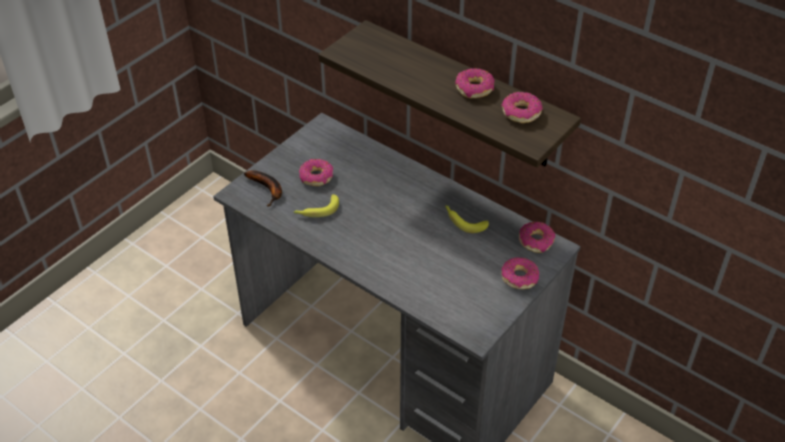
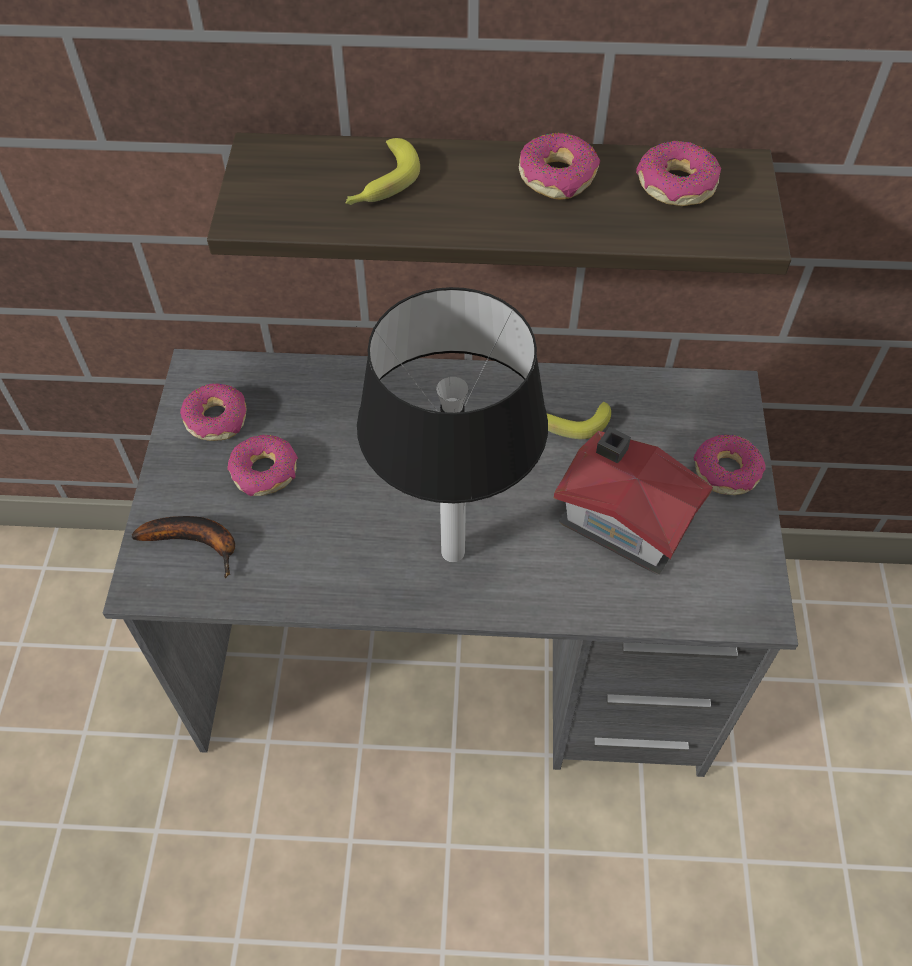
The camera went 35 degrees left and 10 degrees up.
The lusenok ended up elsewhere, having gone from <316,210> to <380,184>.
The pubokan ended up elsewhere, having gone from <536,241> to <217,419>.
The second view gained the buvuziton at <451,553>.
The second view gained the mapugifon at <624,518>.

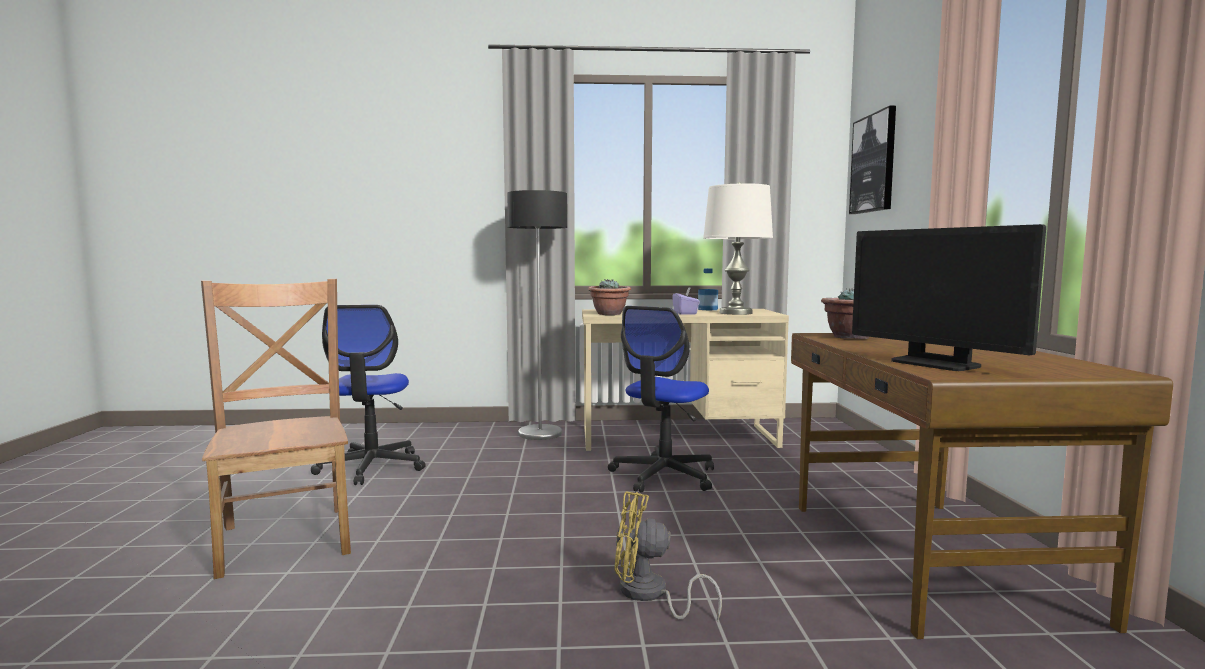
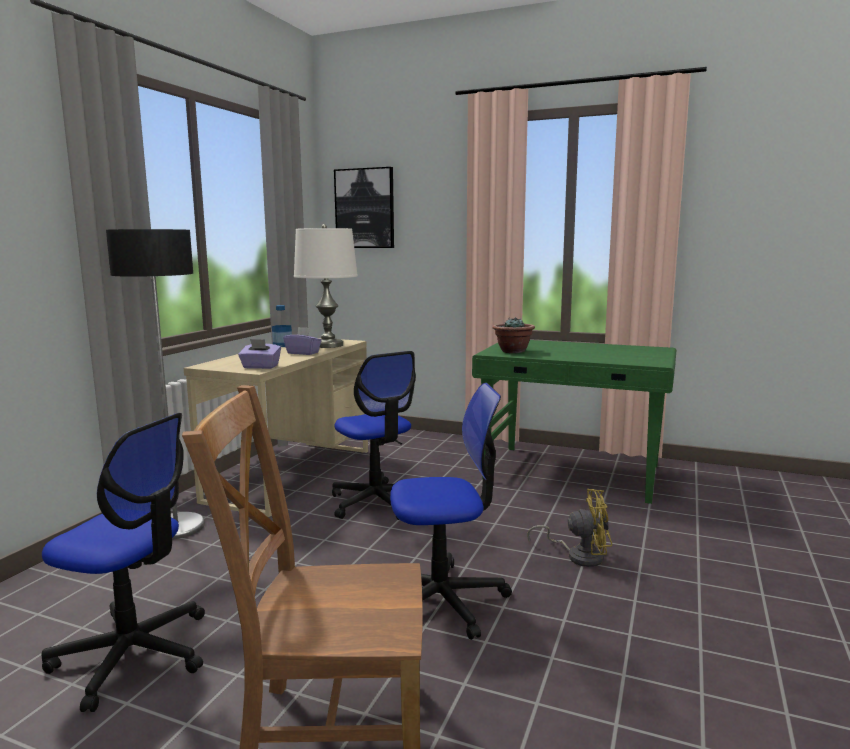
The camera went 65 degrees left and 5 degrees up.
Where the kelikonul stood at <609,314>, the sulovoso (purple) came to stand at <260,367>.
The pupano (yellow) at <649,595> ended up facing another way, 120 degrees counterclockwise from before.
What was the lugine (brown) at <928,559> turned into the lugine (green) at <573,473>.
The second view lost the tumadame at <935,364>.
The second view gained the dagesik at <443,600>.

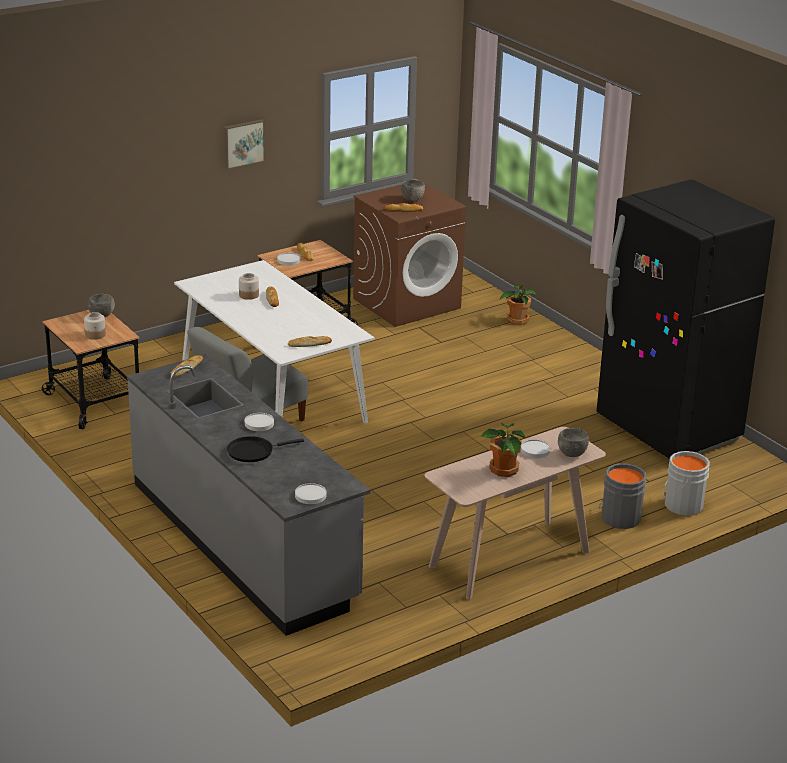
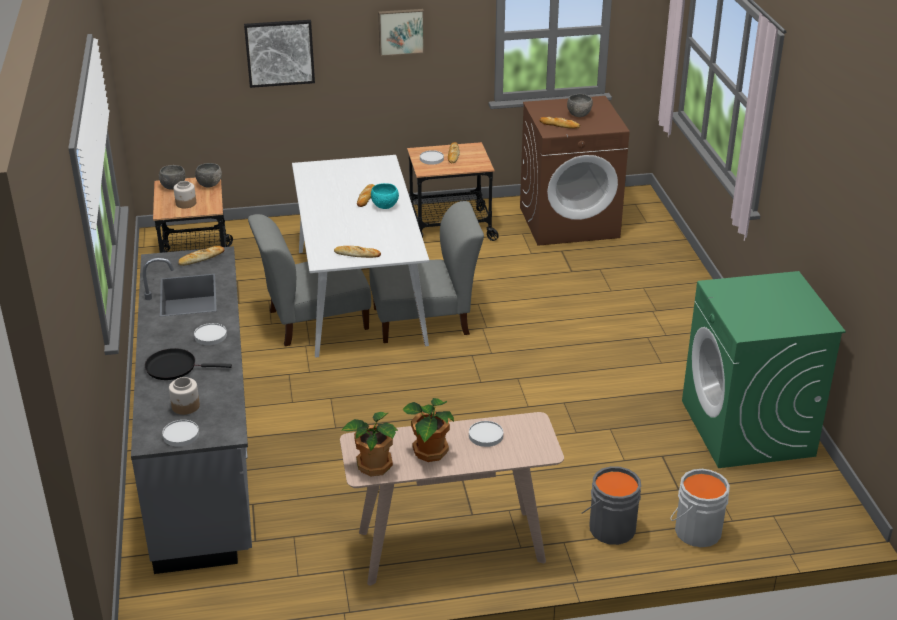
The camera went 25 degrees right and 5 degrees up.
The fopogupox ended up elsewhere, having gone from <249,295> to <185,406>.
The kelikonul ended up elsewhere, having gone from <517,320> to <373,465>.
The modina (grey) ended up elsewhere, having gone from <571,454> to <173,187>.
Where the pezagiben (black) stood at <668,429>, the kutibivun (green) came to stand at <748,429>.
The second view gained the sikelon at <279,53>.
The second view gained the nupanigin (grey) at <426,321>.
The second view gained the modina (turquoise) at <385,206>.

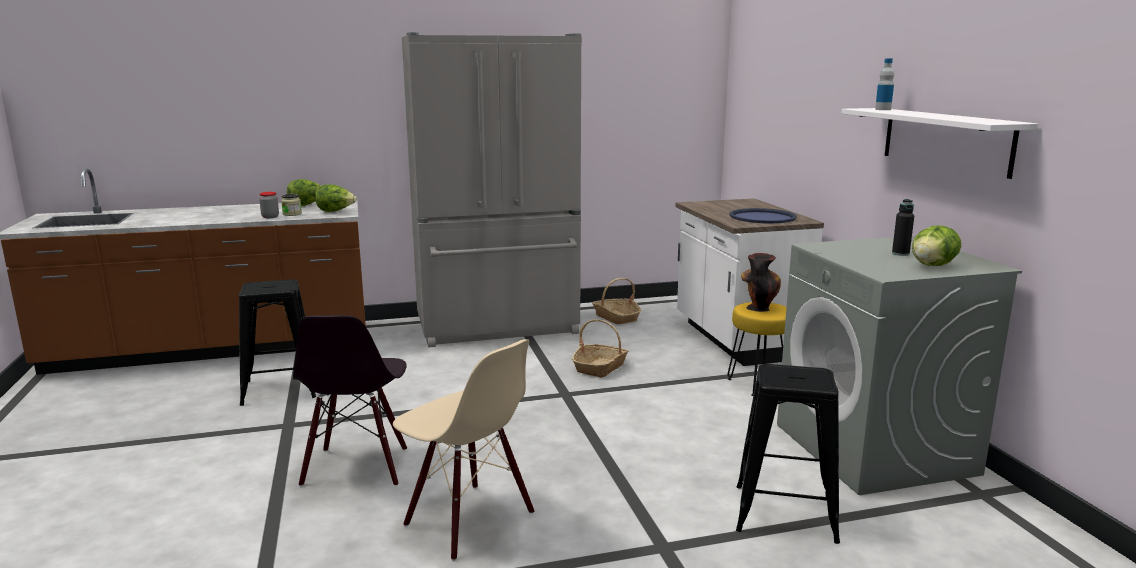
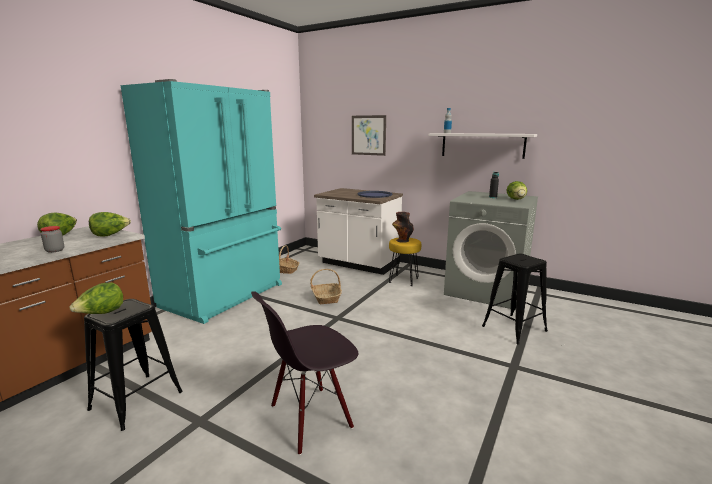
The camera went 45 degrees left and 0 degrees up.
The second view lost the fopogupox at <292,214>.
The nupanigin (black) at <357,467> ended up facing another way, 105 degrees clockwise from before.
The second view lost the nupanigin (beige) at <468,520>.
What was the pezagiben (grey) at <498,326> turned into the pezagiben (turquoise) at <225,296>.
The second view gained the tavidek at <101,314>.
The second view gained the sikelon at <368,135>.

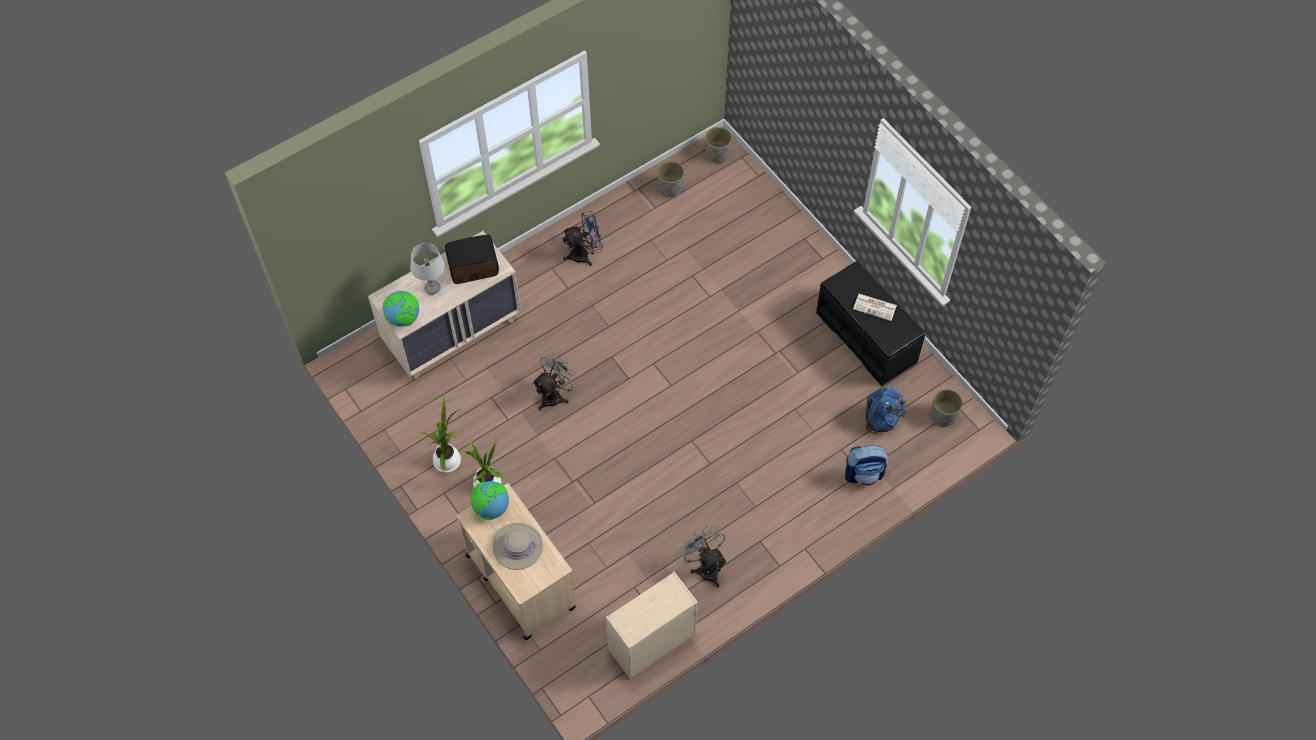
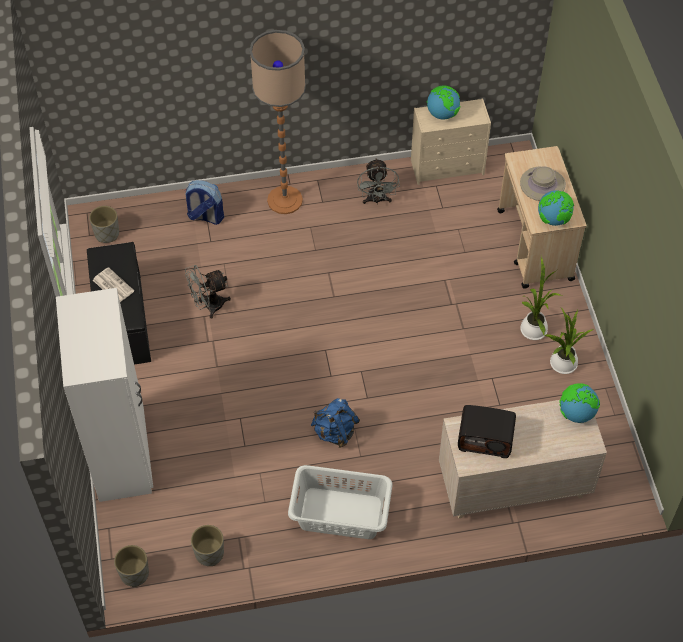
The camera went 155 degrees left and 5 degrees down.
The second view lost the buvuziton (grey) at <432,288>.
The pupano (grey) ended up elsewhere, having gone from <555,395> to <208,306>.
Where the pupano (blue) stood at <584,254>, the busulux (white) came to stand at <340,514>.
The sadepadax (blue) ended up elsewhere, having gone from <882,419> to <335,432>.
The second view gained the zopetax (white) at <122,454>.
The second view gained the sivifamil at <285,200>.
The second view gained the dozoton at <442,114>.

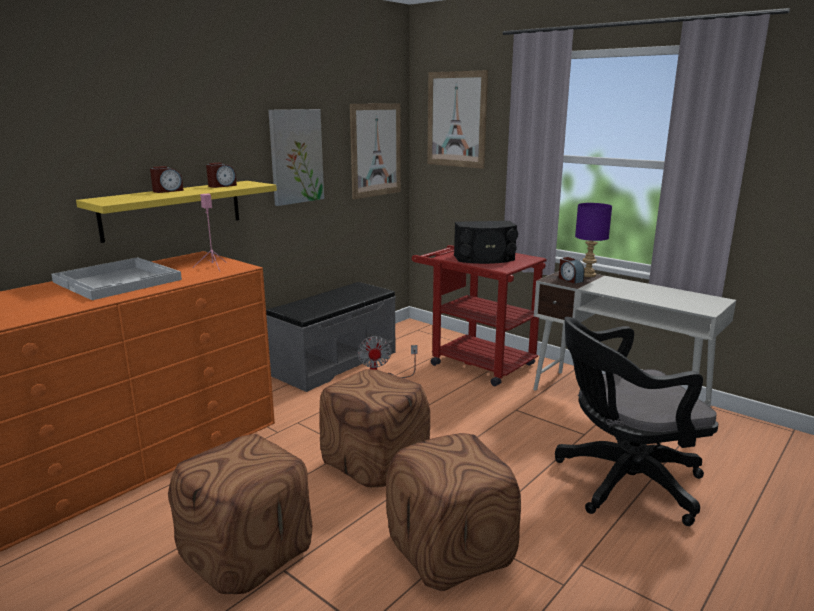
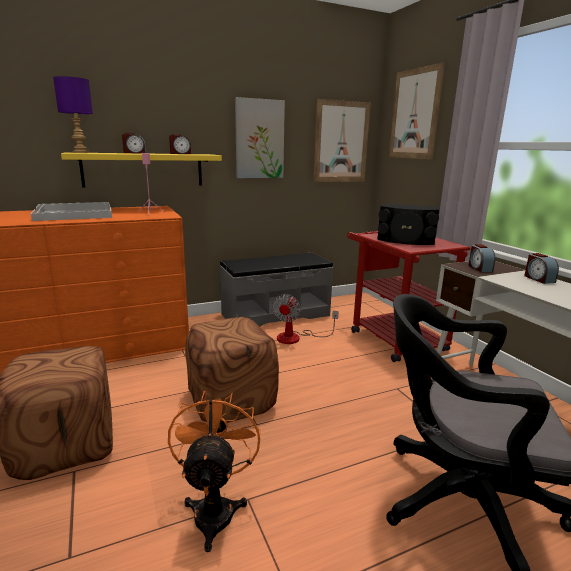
The camera went 25 degrees right and 0 degrees up.
Where the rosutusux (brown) stood at <450,550>, the pupano (orange) came to stand at <215,508>.
The buvuziton (purple) ended up elsewhere, having gone from <588,275> to <80,152>.
The second view gained the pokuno at <538,279>.

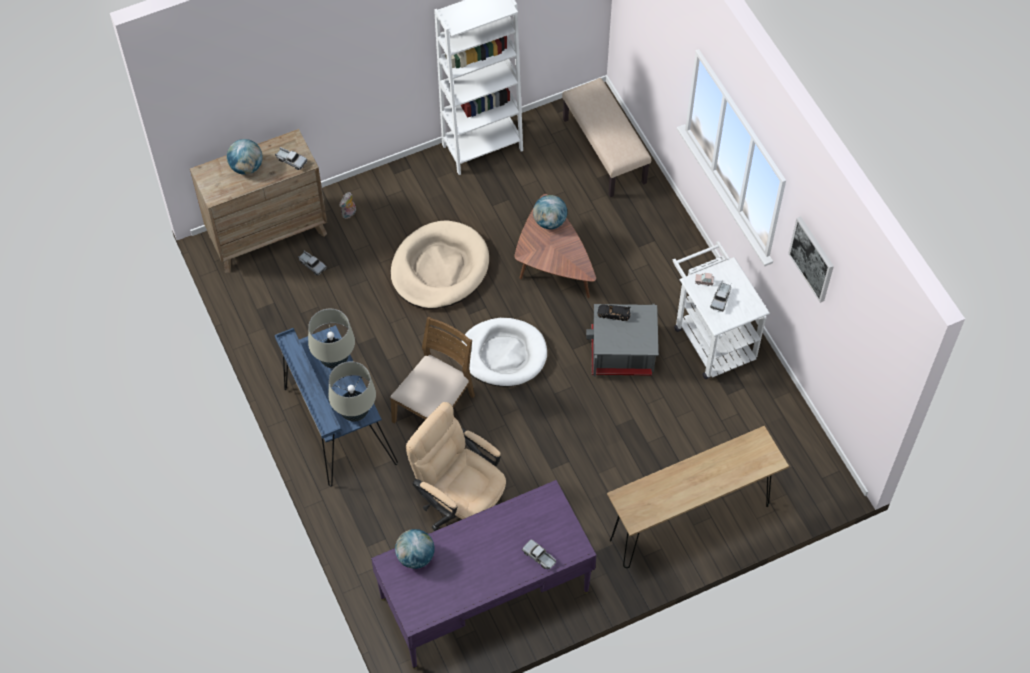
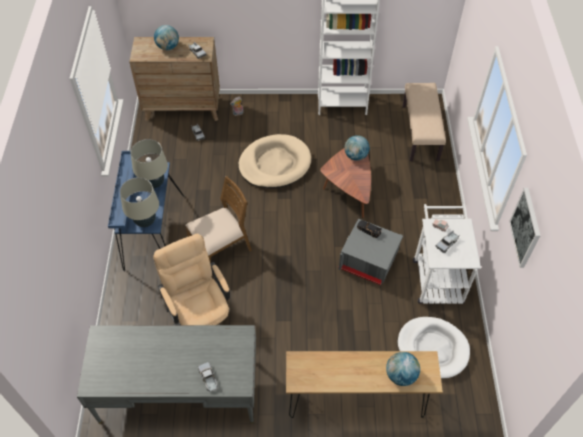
The camera went 25 degrees right and 5 degrees down.
What was the lugine (purple) at <485,595> turned into the lugine (grey) at <179,391>.
The dozoton ended up elsewhere, having gone from <415,556> to <400,375>.
The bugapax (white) ended up elsewhere, having gone from <503,354> to <432,348>.

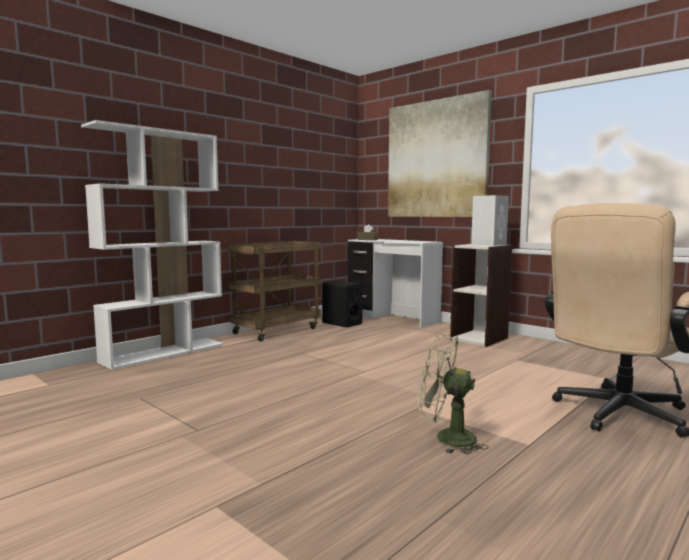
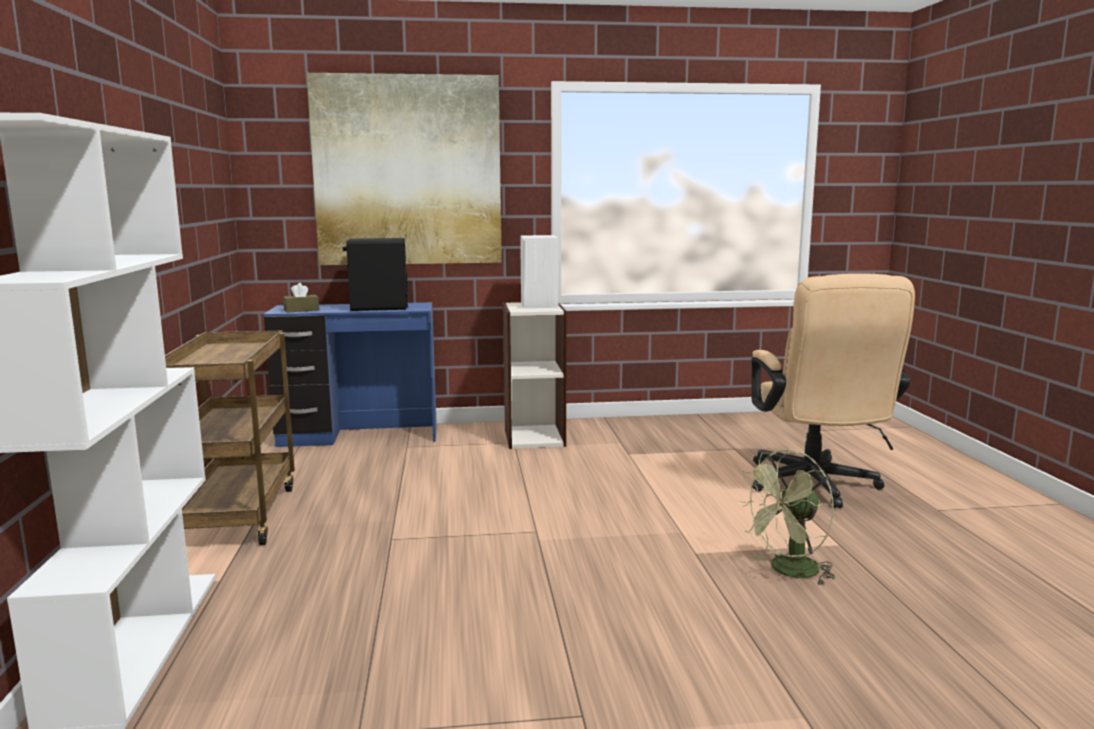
The camera went 50 degrees left and 5 degrees up.
The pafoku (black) ended up elsewhere, having gone from <341,323> to <379,307>.
What was the lugine (white) at <392,318> turned into the lugine (blue) at <359,436>.

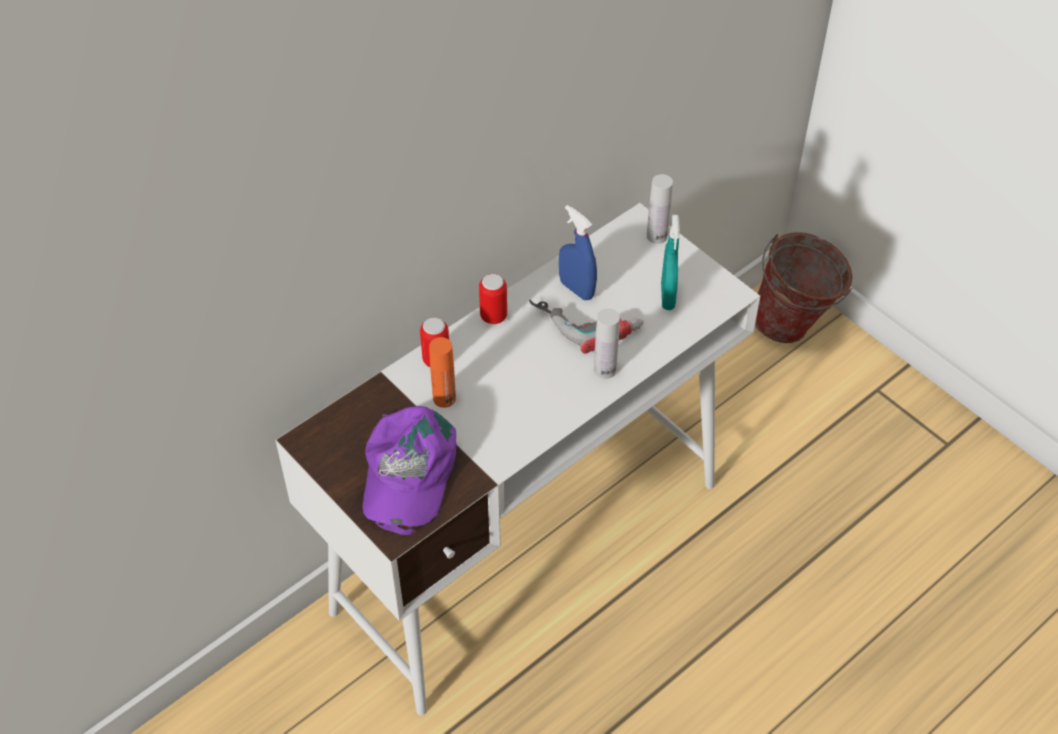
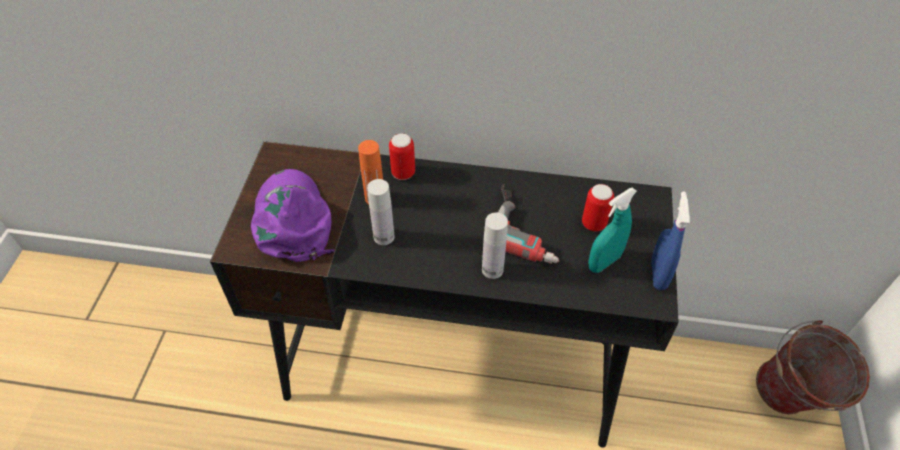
The camera went 50 degrees right and 0 degrees up.
What was the lugine (white) at <529,545> turned into the lugine (black) at <451,368>.
The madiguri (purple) at <407,473> ended up facing another way, 105 degrees clockwise from before.
The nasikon ended up elsewhere, having gone from <493,316> to <593,223>.
The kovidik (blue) ended up elsewhere, having gone from <576,289> to <658,274>.
The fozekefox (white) ended up elsewhere, having gone from <657,236> to <384,237>.

